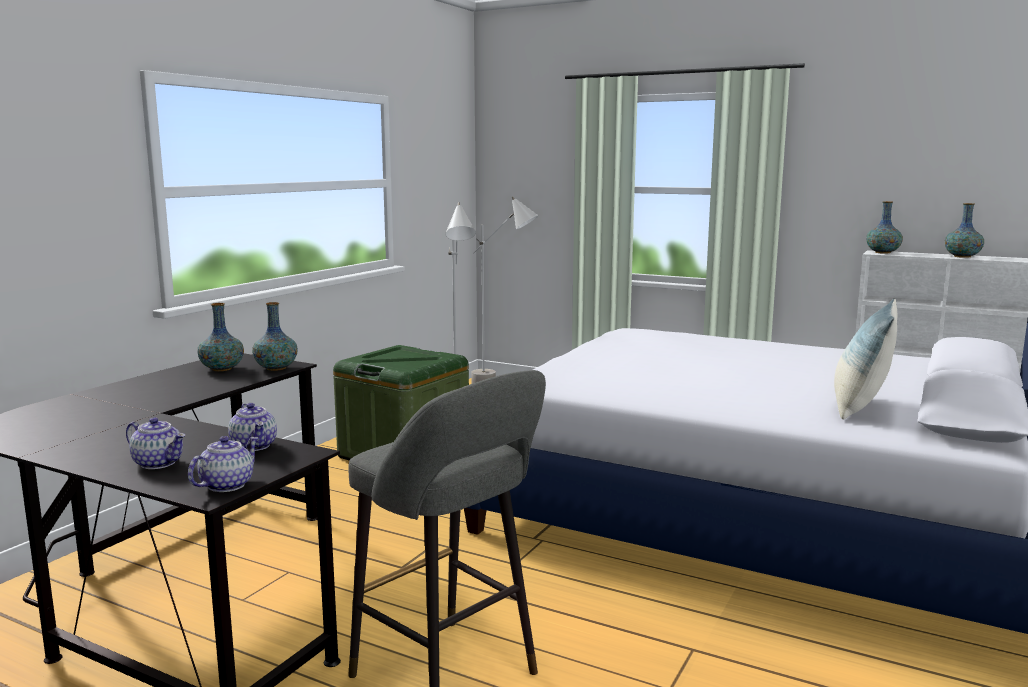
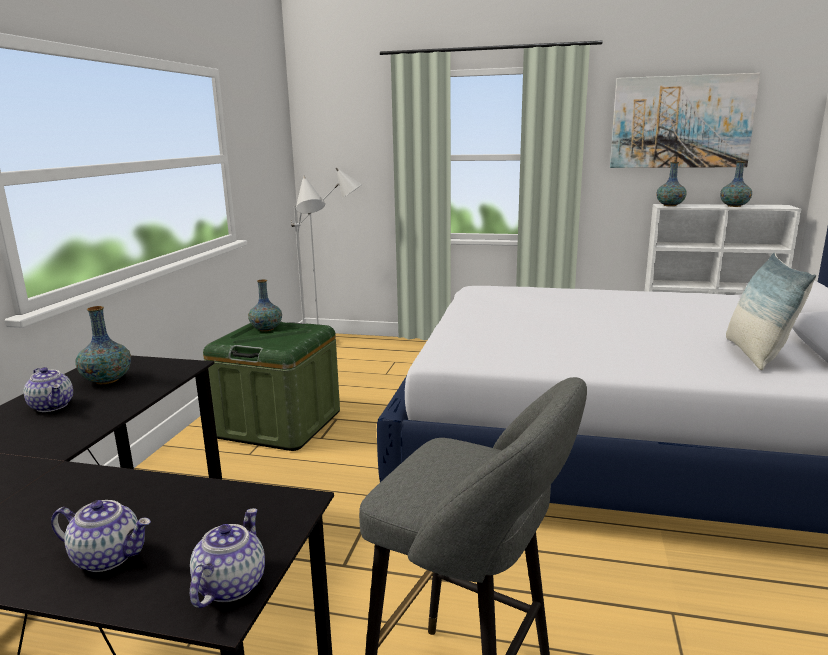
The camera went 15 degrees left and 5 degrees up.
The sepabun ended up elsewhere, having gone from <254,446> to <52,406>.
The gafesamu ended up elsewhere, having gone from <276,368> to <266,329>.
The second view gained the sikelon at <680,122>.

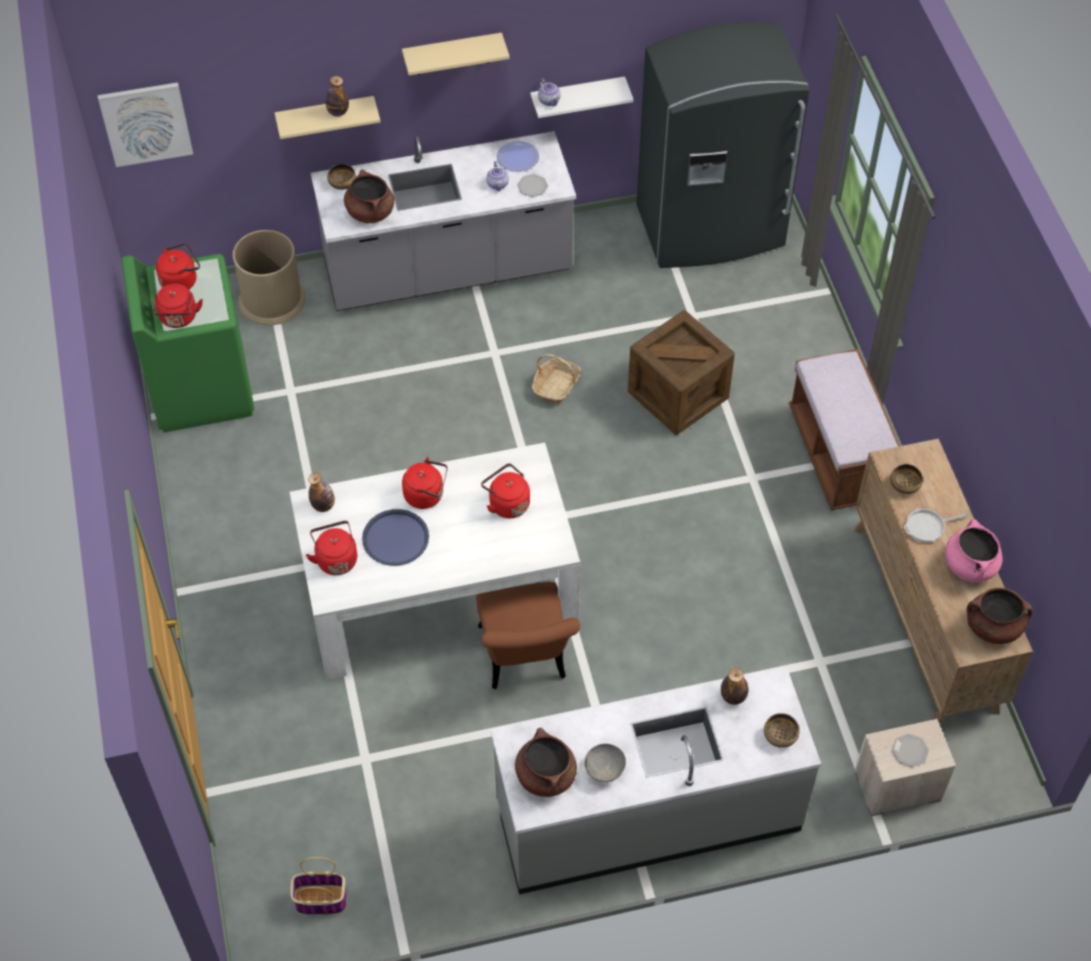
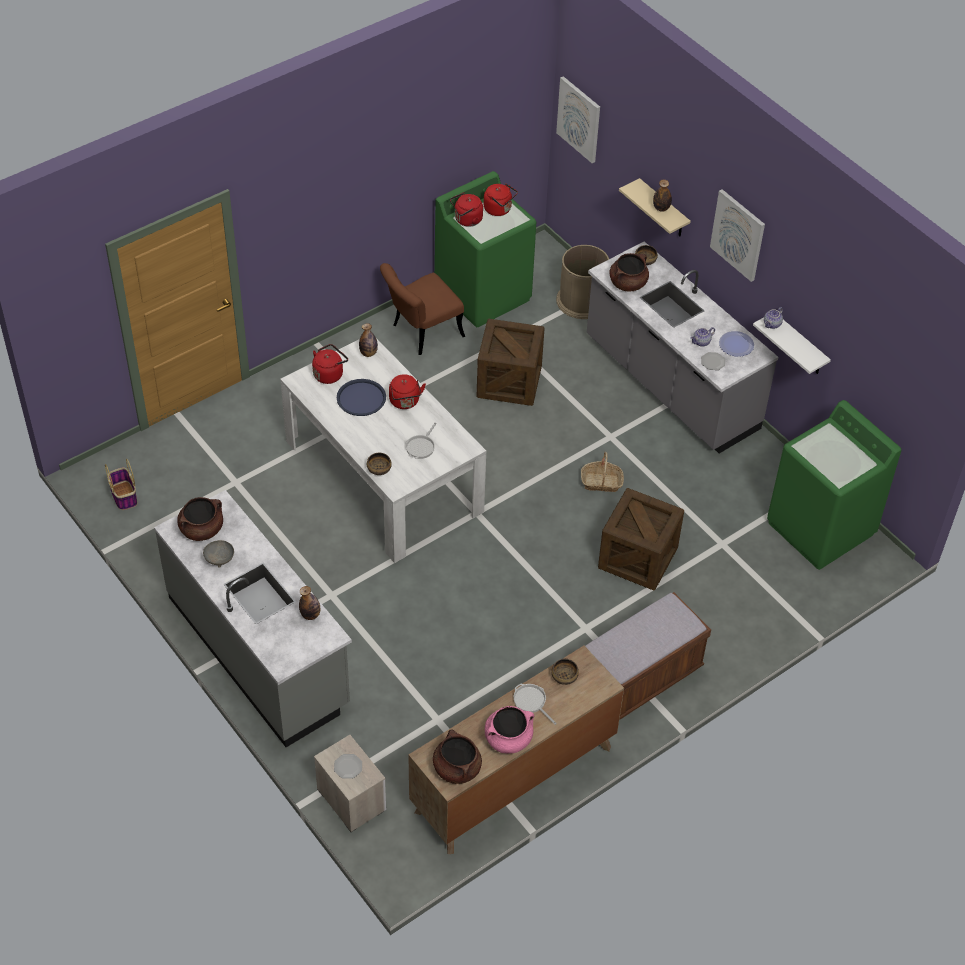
The camera went 65 degrees right and 5 degrees down.
Where the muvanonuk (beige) hung at <452,54>, the sikelon came to hang at <738,234>.
The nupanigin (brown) ended up elsewhere, having gone from <524,661> to <421,333>.
Where the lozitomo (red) stood at <507,503>, the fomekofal came to stand at <421,446>.
Where the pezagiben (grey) stood at <711,228>, the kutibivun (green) came to stand at <821,529>.
The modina ended up elsewhere, having gone from <780,736> to <378,469>.
The second view gained the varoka at <509,381>.

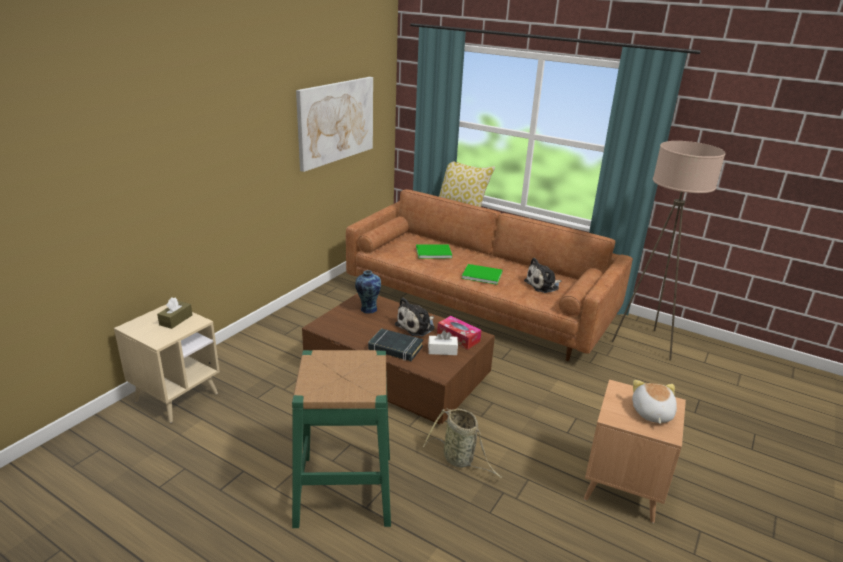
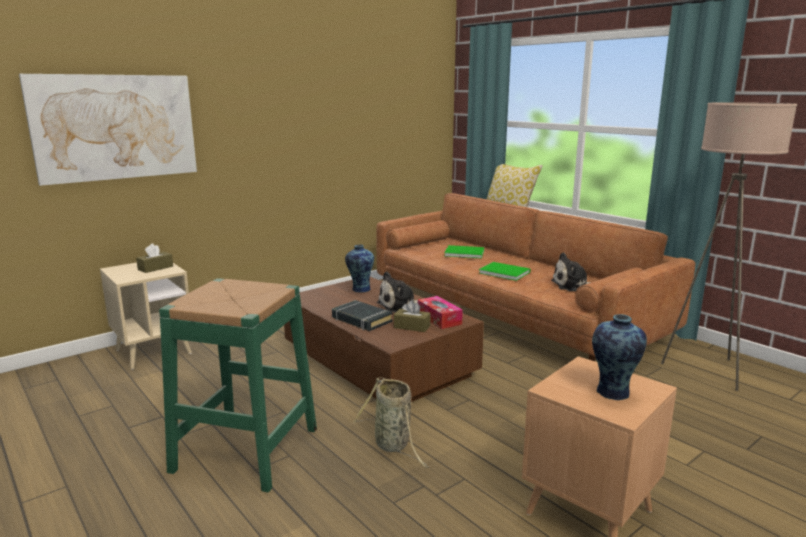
The camera went 20 degrees right and 10 degrees down.
The sikelon ended up elsewhere, having gone from <336,121> to <115,127>.
What was the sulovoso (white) at <442,350> turned into the sulovoso (brown) at <412,327>.
Where the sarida stood at <651,413>, the gafesamu came to stand at <613,393>.

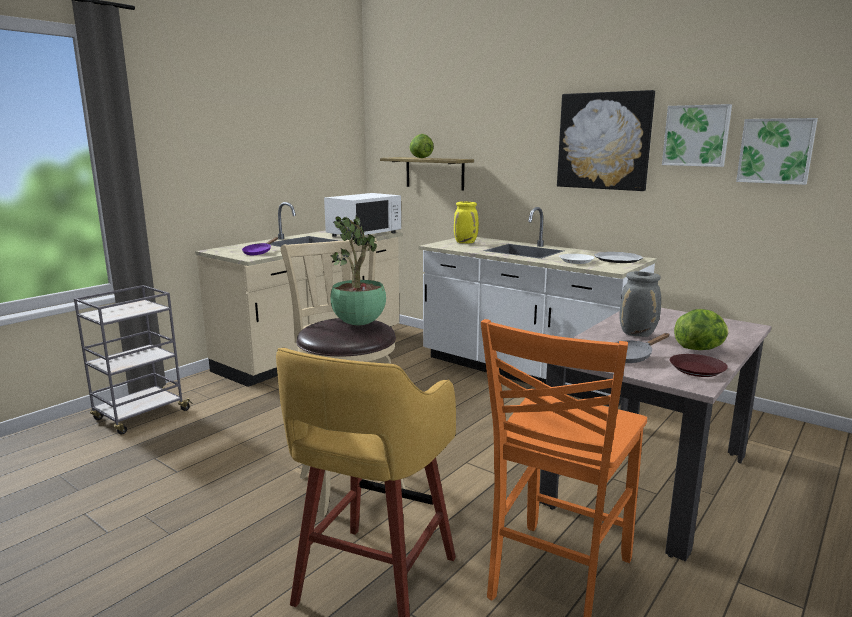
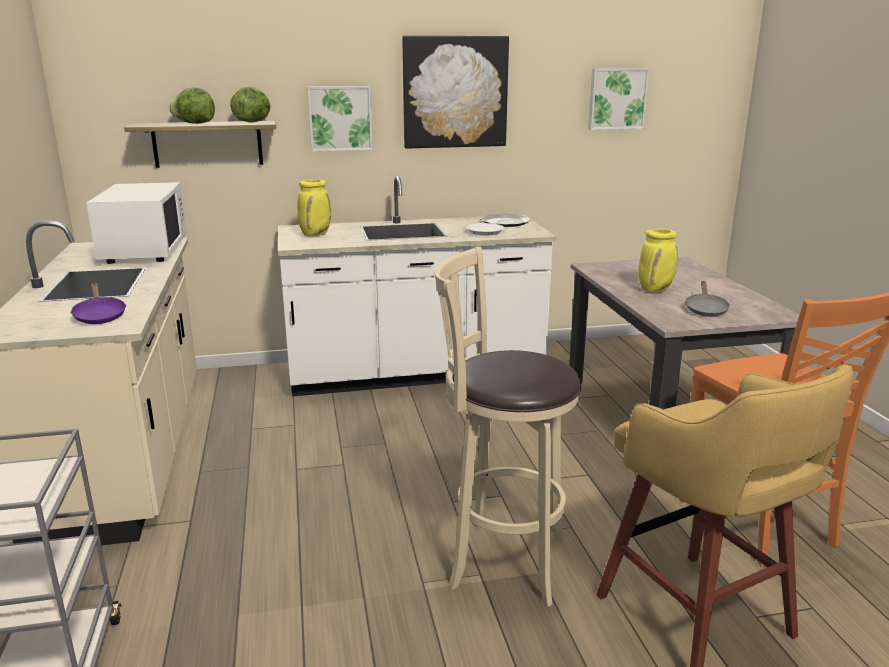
The camera went 50 degrees left and 5 degrees up.
The second view lost the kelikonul at <360,324>.
What was the gafesamu (grey) at <638,334> turned into the gafesamu (yellow) at <655,290>.
The sikelon ended up elsewhere, having gone from <696,135> to <340,118>.
The second view lost the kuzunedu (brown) at <697,370>.
The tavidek ended up elsewhere, having gone from <700,349> to <253,122>.

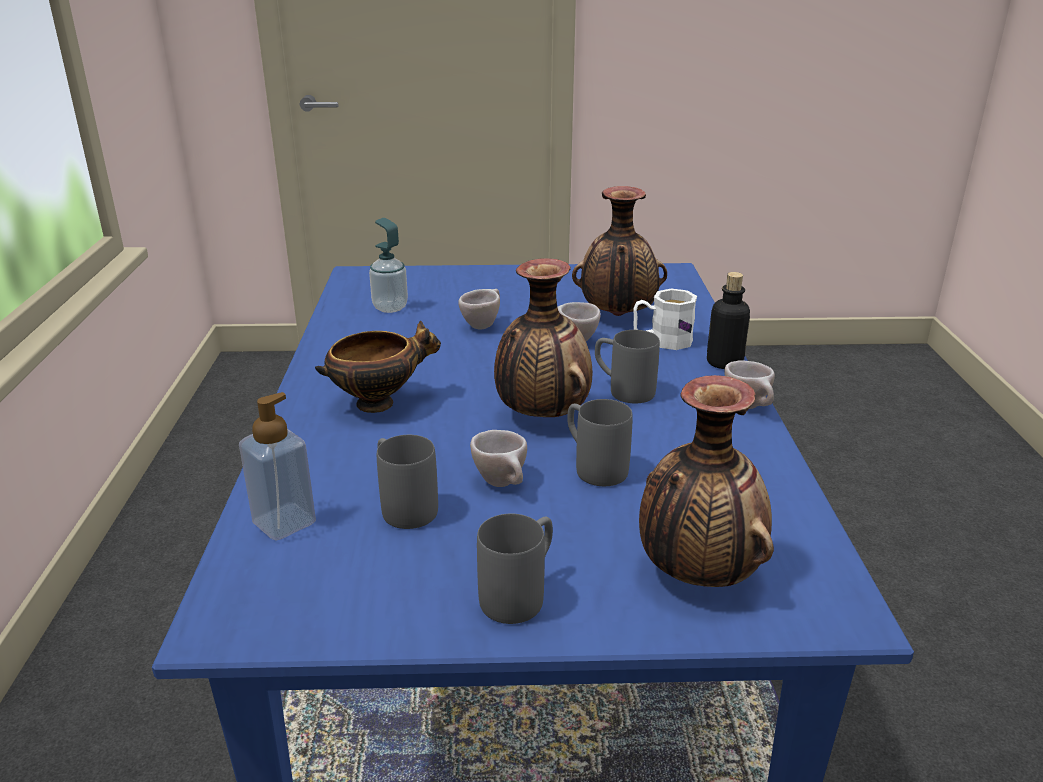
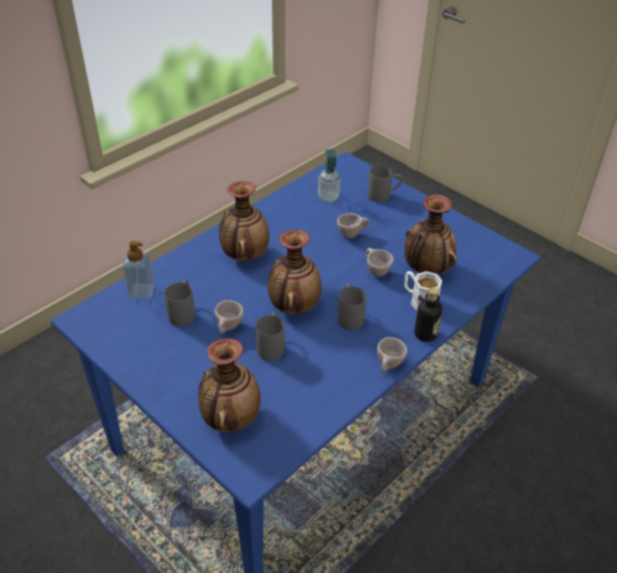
The camera went 45 degrees right and 15 degrees up.
Where the modina stood at <379,402>, the gafesamu came to stand at <244,254>.
The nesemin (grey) ended up elsewhere, having gone from <521,593> to <384,196>.

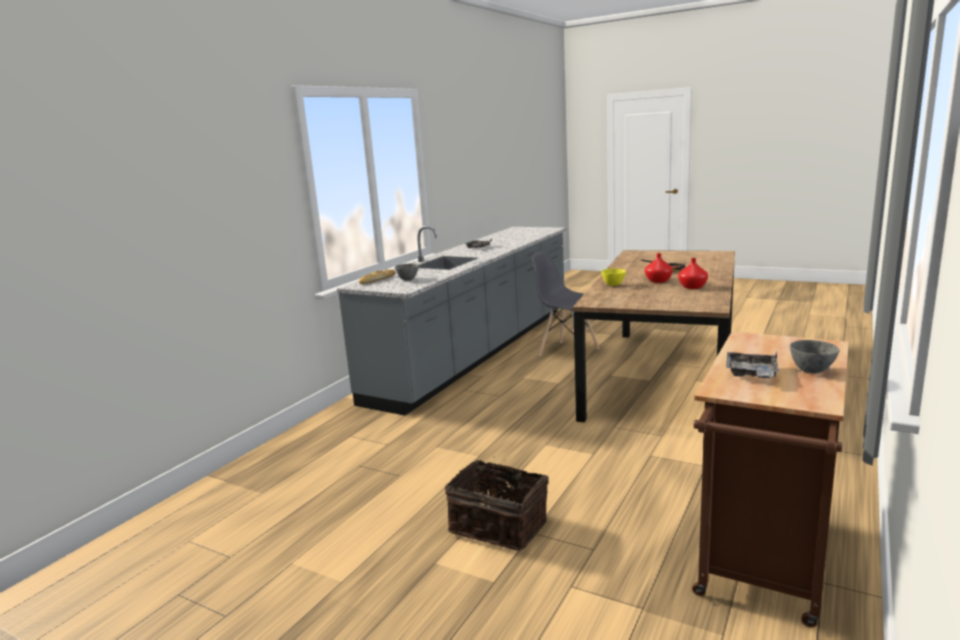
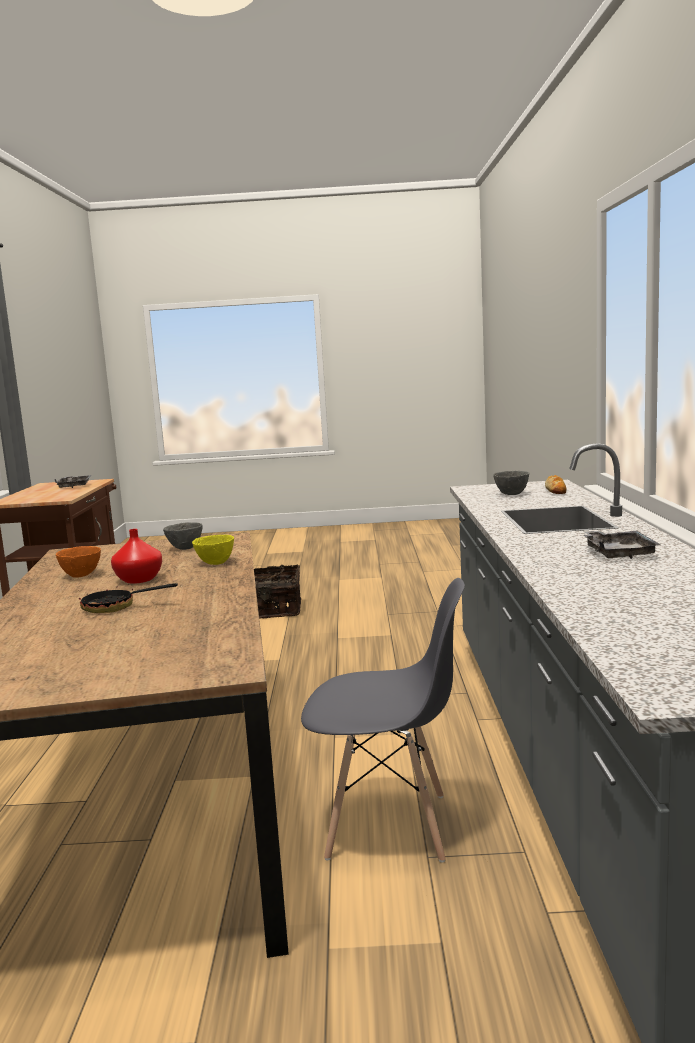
The camera went 150 degrees right and 5 degrees down.
Where the gafesamu (red) stood at <692,287>, the modina (orange) came to stand at <81,575>.
The modina (grey) ended up elsewhere, having gone from <811,371> to <185,548>.

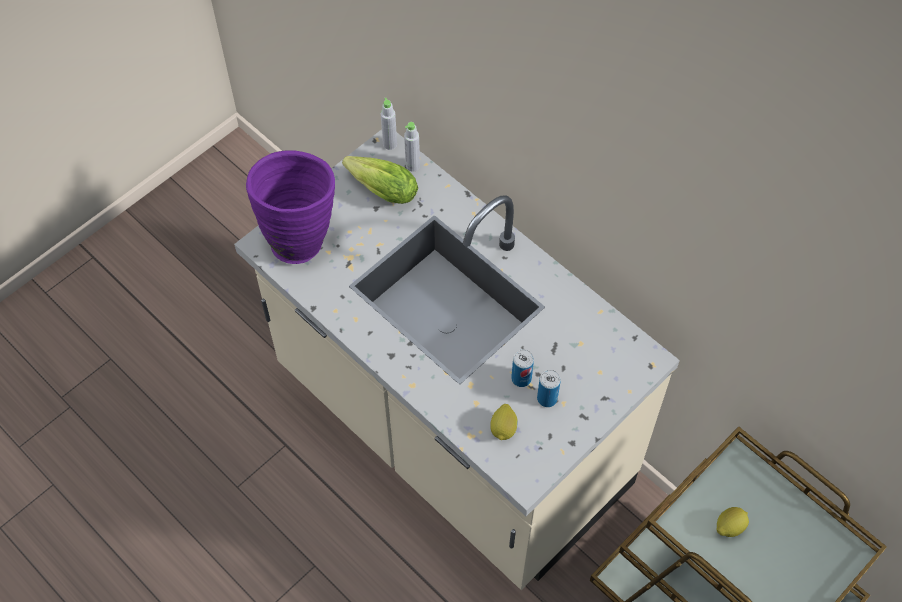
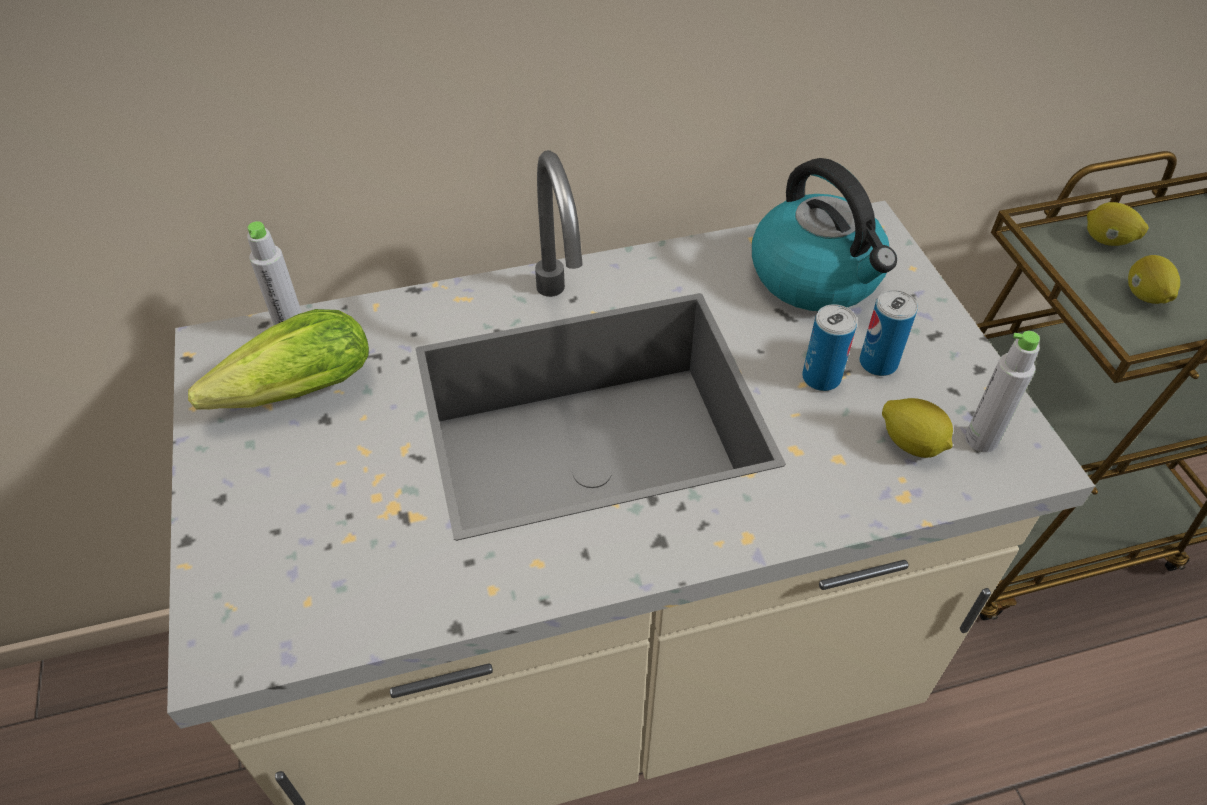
The camera went 60 degrees left and 10 degrees down.
The second view lost the gafesamu (purple) at <299,236>.
The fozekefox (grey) ended up elsewhere, having gone from <390,144> to <981,440>.
The second view gained the lozitomo at <817,277>.
The second view gained the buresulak at <1107,241>.

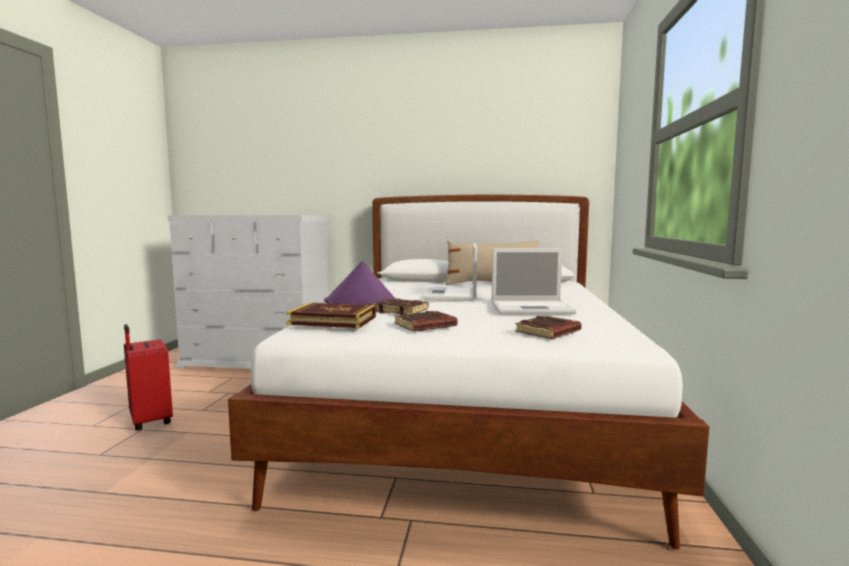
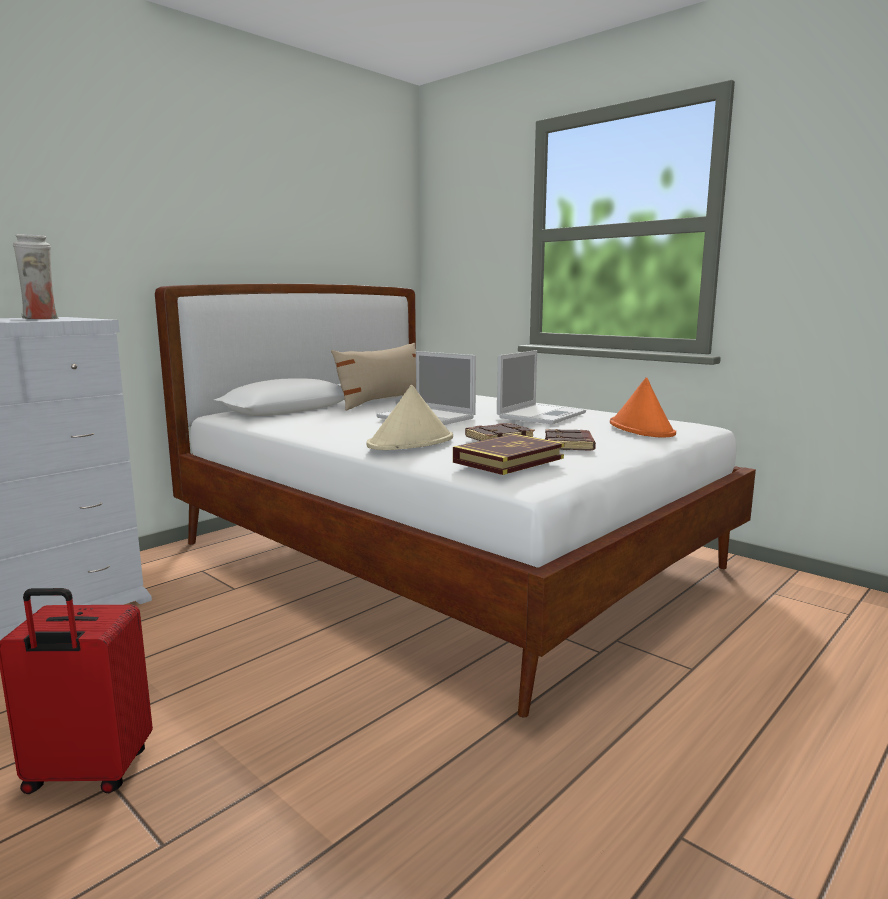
The camera went 55 degrees left and 5 degrees up.
What was the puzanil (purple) at <361,303> turned into the puzanil (beige) at <411,442>.
Where the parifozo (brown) stood at <548,332>, the puzanil (orange) came to stand at <641,428>.
The second view gained the gafesamu (white) at <41,319>.

